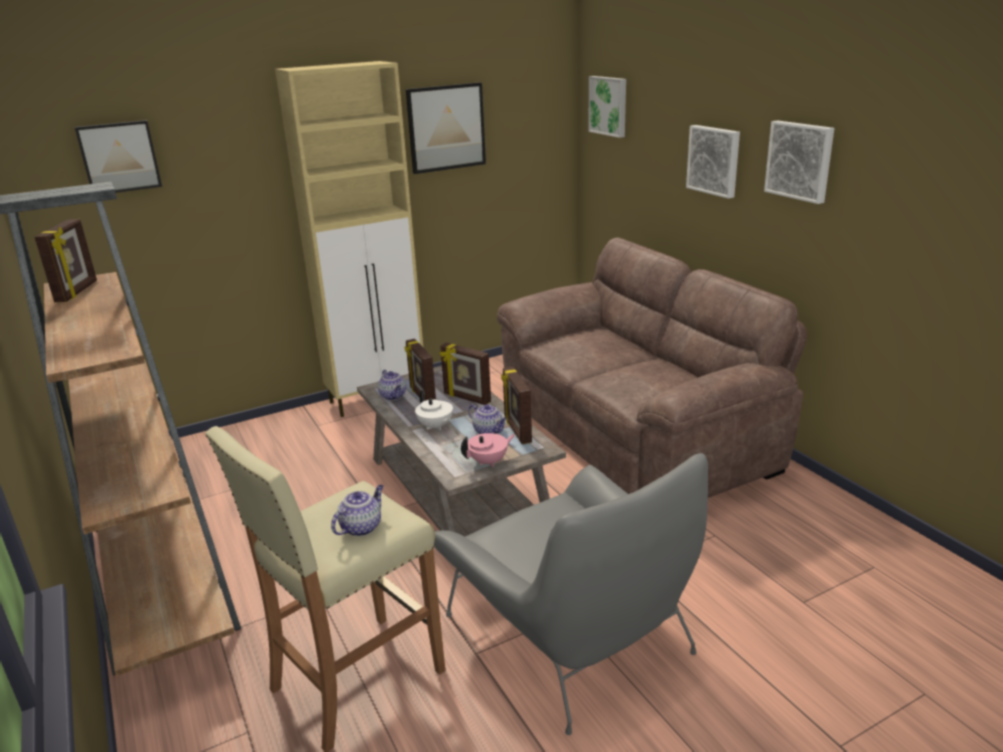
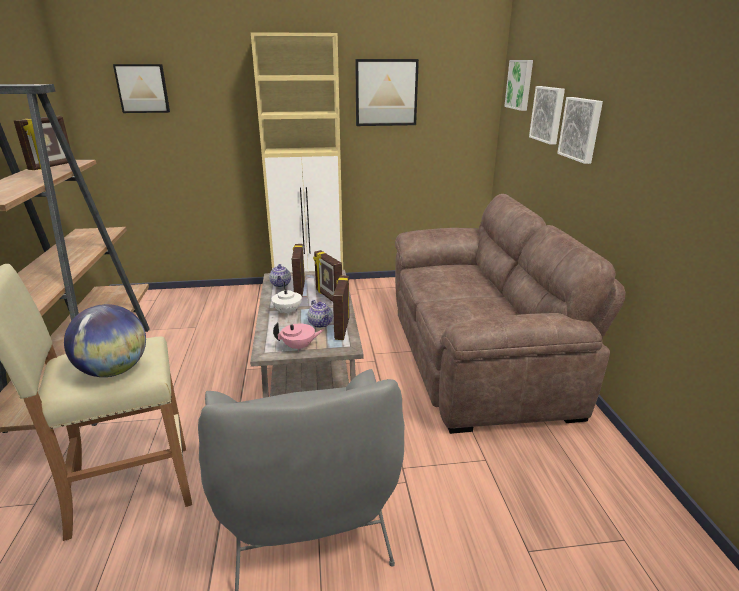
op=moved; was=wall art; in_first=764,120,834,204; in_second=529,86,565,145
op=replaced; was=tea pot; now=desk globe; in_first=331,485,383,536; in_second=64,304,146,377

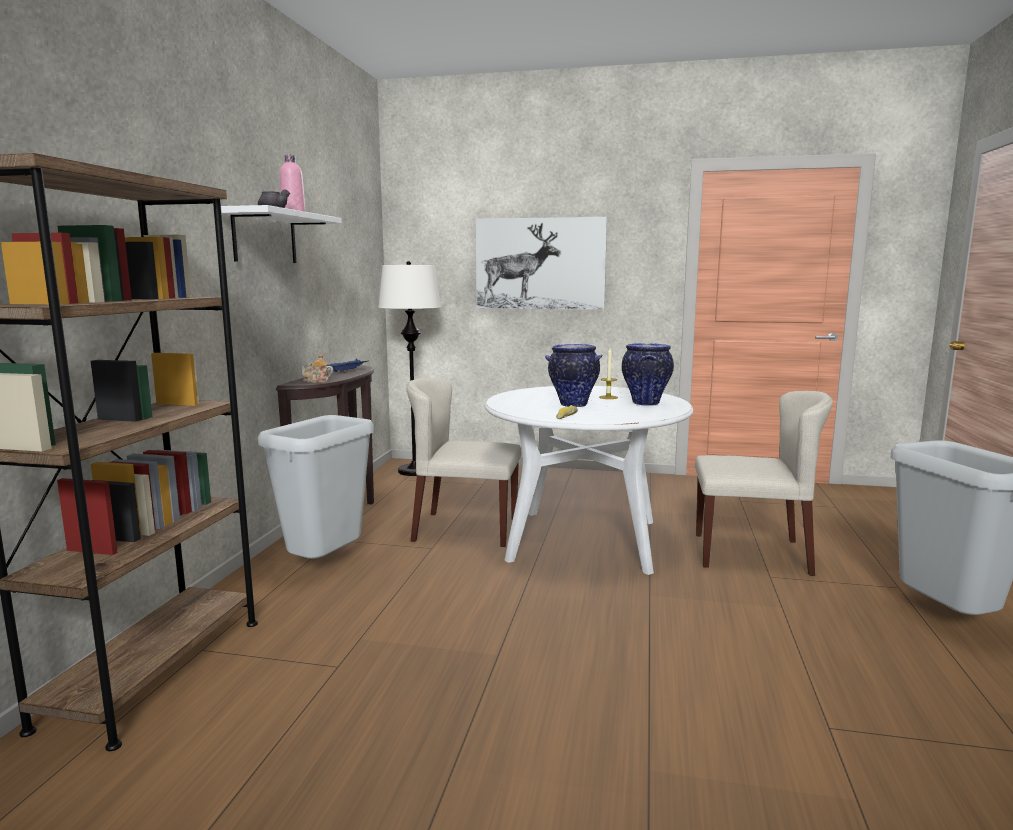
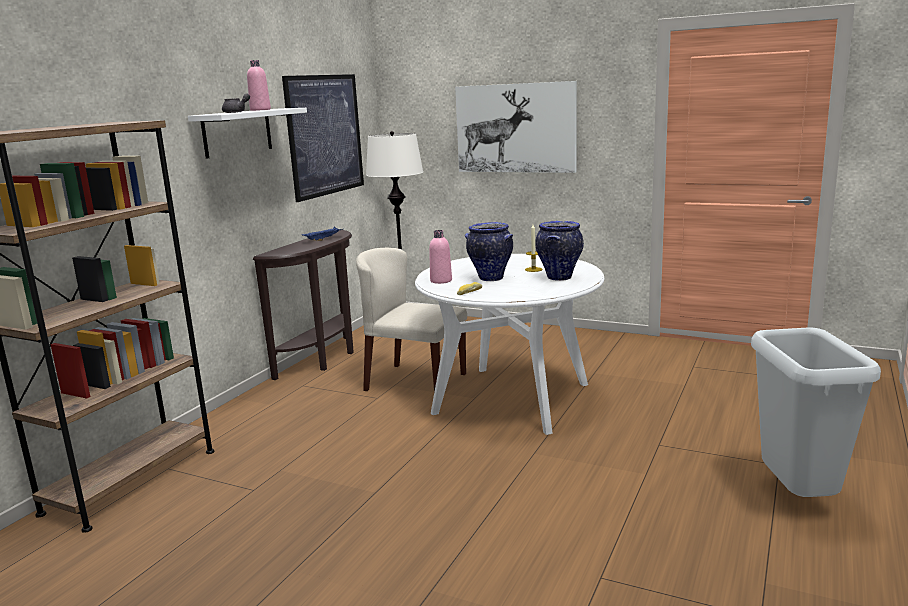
op=removed; was=waste bin (gray); in_first=258,415,374,559
op=removed; was=tea pot; in_first=300,354,334,383
op=removed; was=chair (sand-coloured); in_first=695,391,833,576
op=added; now=wall art; in_second=282,74,364,202
op=added; now=beverage bottle (pink); in_second=429,230,452,284

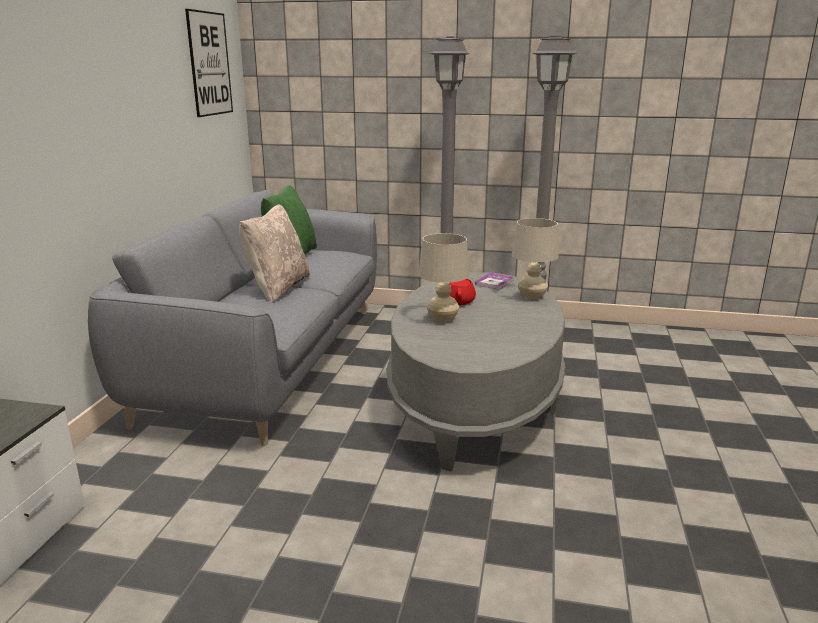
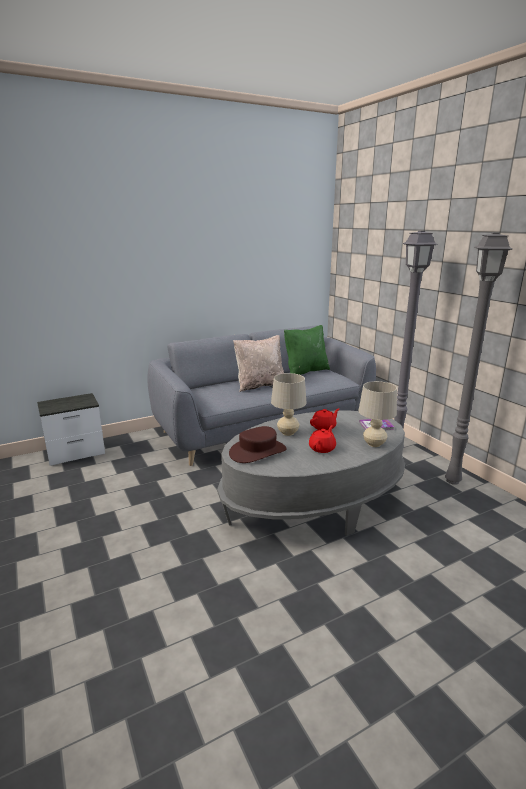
op=removed; was=wall art; in_first=185,9,233,117
op=added; now=wearable hat (brown); in_second=229,426,287,463
op=added; now=tea pot (red-coloured); in_second=309,425,336,453

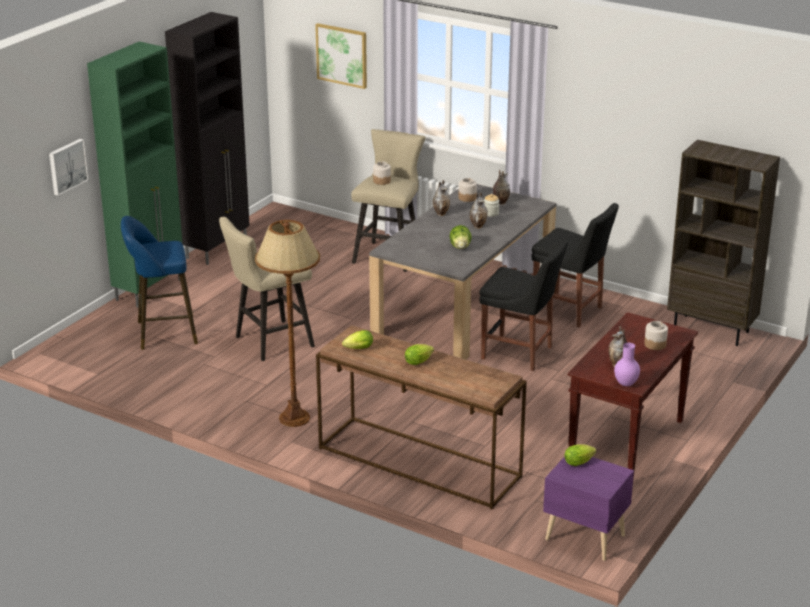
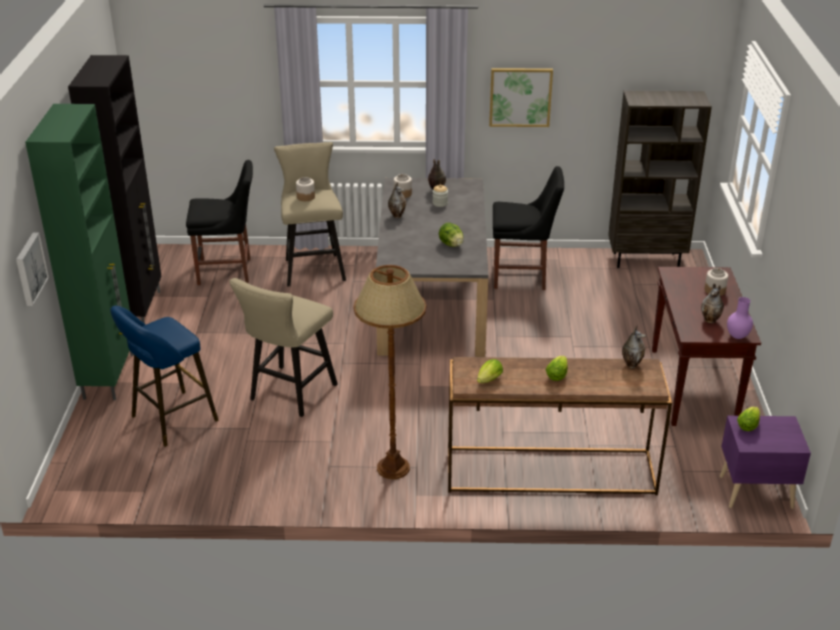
op=moved; was=wall art; in_first=315,23,367,89; in_second=489,68,553,127
op=moved; was=flower vase; in_first=470,193,488,229; in_second=622,325,646,368
op=moved; was=chair (blackish); in_first=479,239,568,371; in_second=186,160,253,285

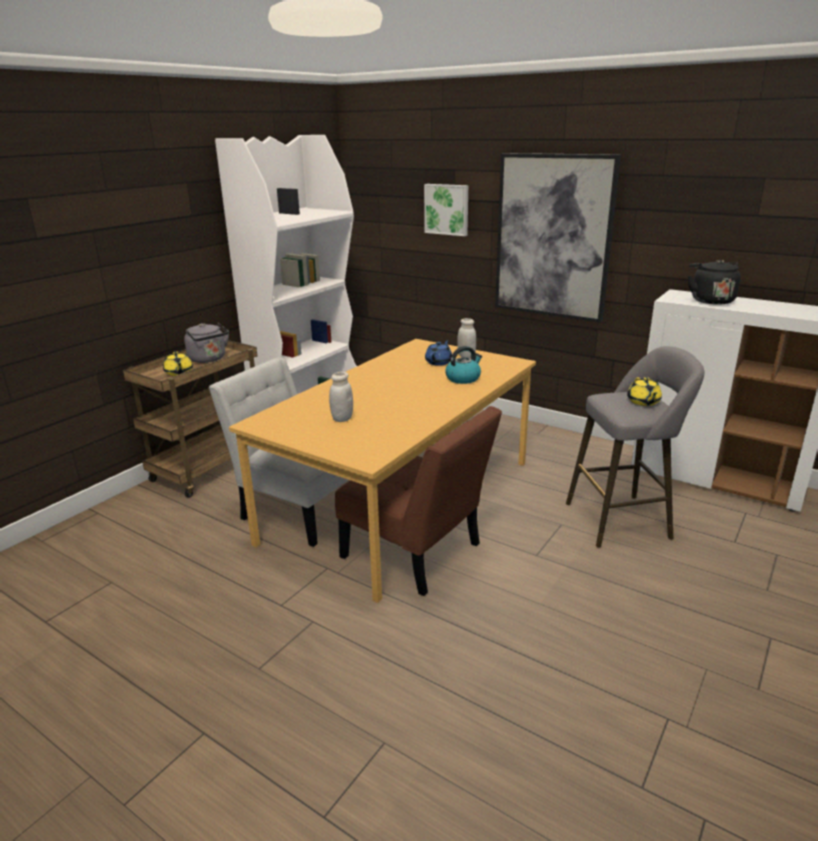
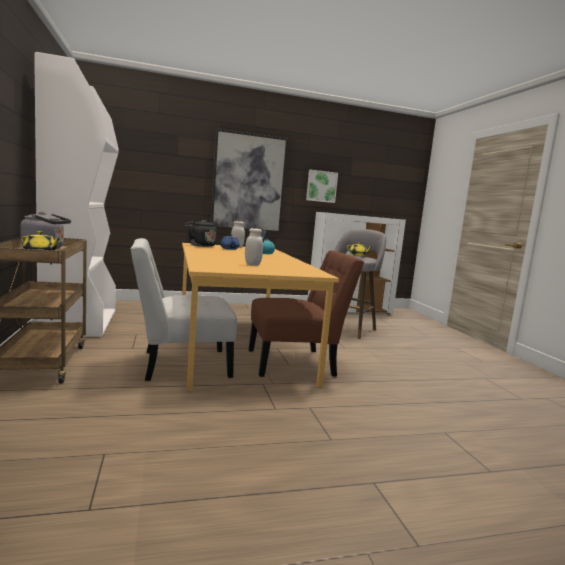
op=moved; was=wall art; in_first=424,184,468,236; in_second=306,170,338,203
op=moved; was=tea kettle (blackish); in_first=688,260,741,305; in_second=185,220,217,247

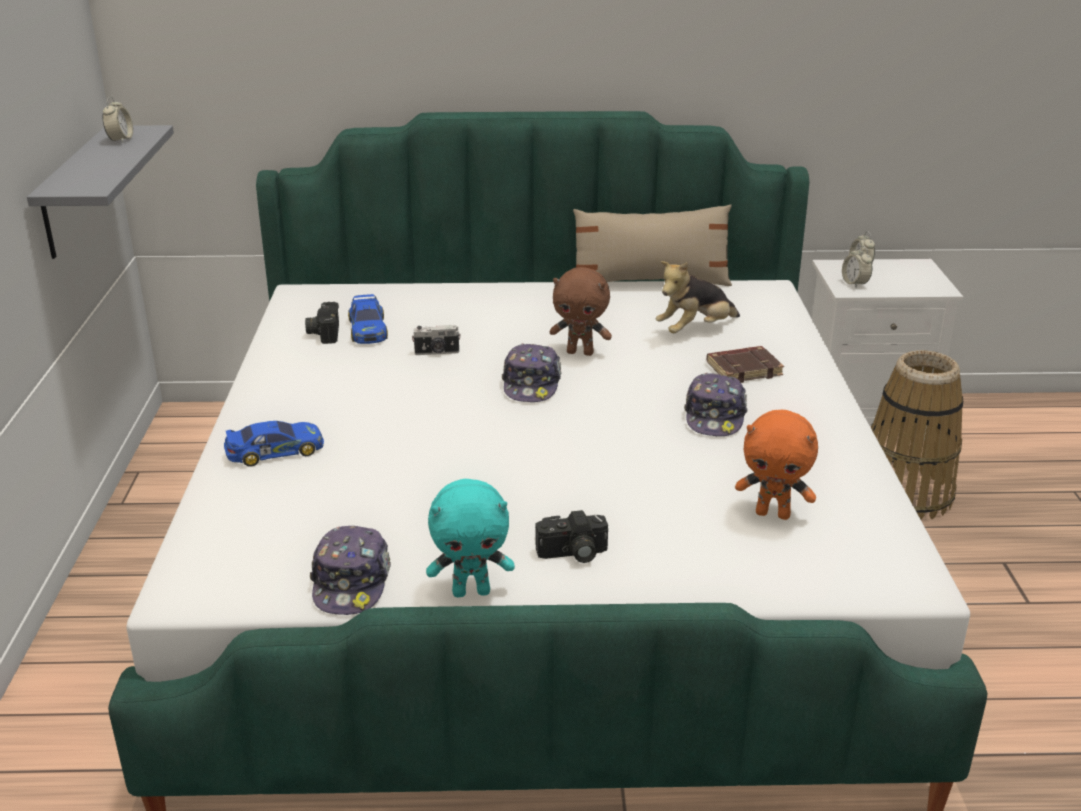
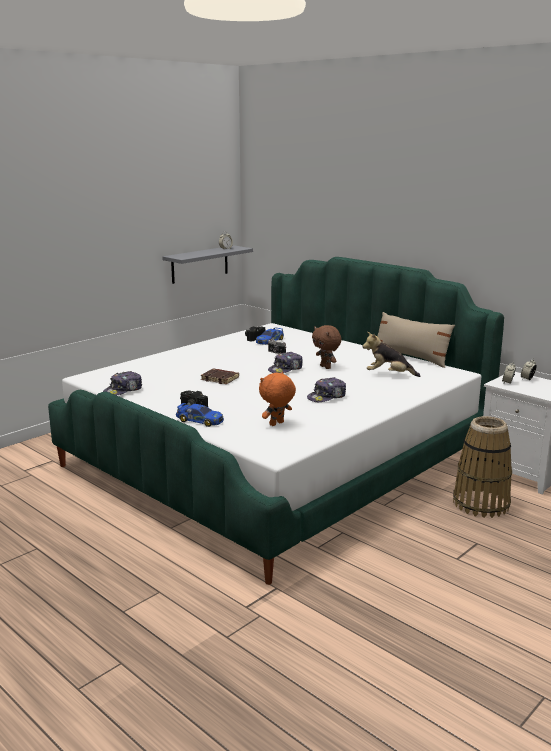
op=removed; was=soft toy (turquoise-coloured); in_first=426,479,515,598
op=moved; was=toy car; in_first=224,421,324,467; in_second=176,403,224,427
op=moved; was=bound book (brown); in_first=707,346,784,383; in_second=201,369,239,384
op=turned; was=soft toy (orange-coloured); in_first=735,410,818,520; in_second=259,372,296,426; clockwise=75

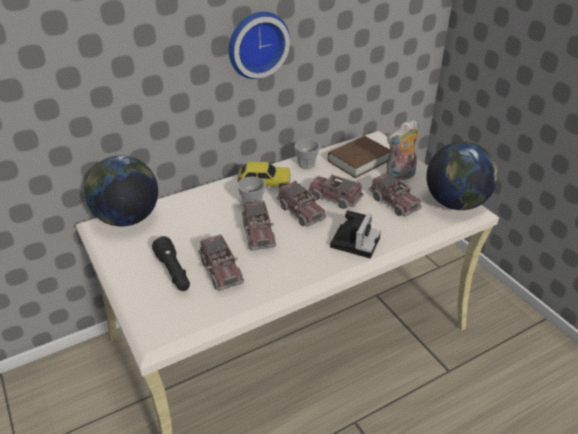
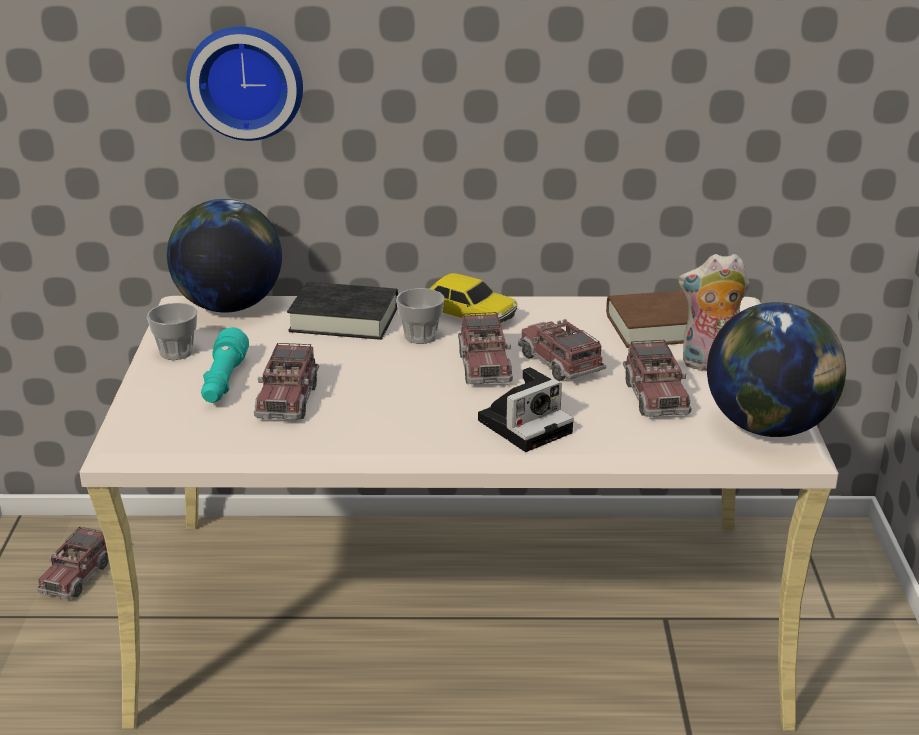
op=added; now=bound book (blackish); in_second=287,282,398,340
op=moved; was=clock on the wall; in_first=229,12,290,79; in_second=186,26,303,141
op=moved; was=toy lorry; in_first=242,201,276,251; in_second=37,527,108,599
op=moved; was=cup; in_first=295,139,320,169; in_second=147,303,197,360
op=recoloured; was=torch (blackish); now=torch (turquoise-coloured); in_first=152,236,190,291; in_second=201,327,249,403

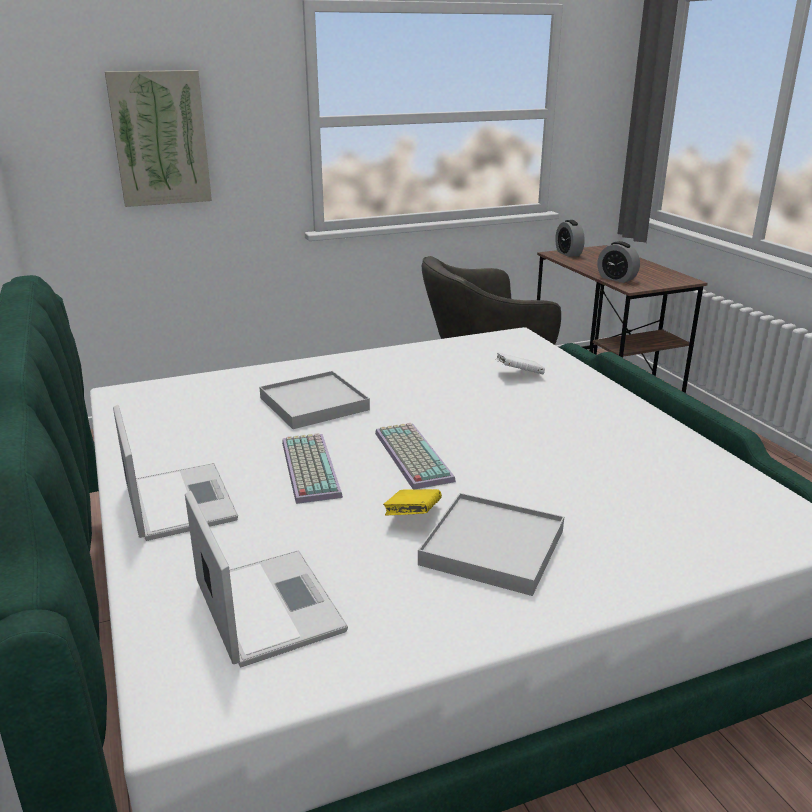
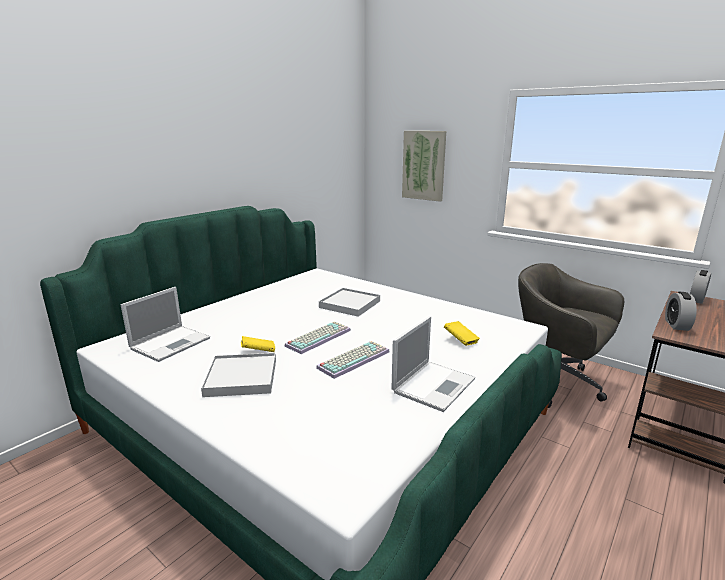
op=moved; was=laptop; in_first=113,405,238,541; in_second=391,316,475,412
op=moved; was=PC keyboard; in_first=282,433,343,504; in_second=316,341,390,379
op=recoloured; was=bound book (white); now=bound book (yellow); in_first=495,352,545,374; in_second=444,321,480,346

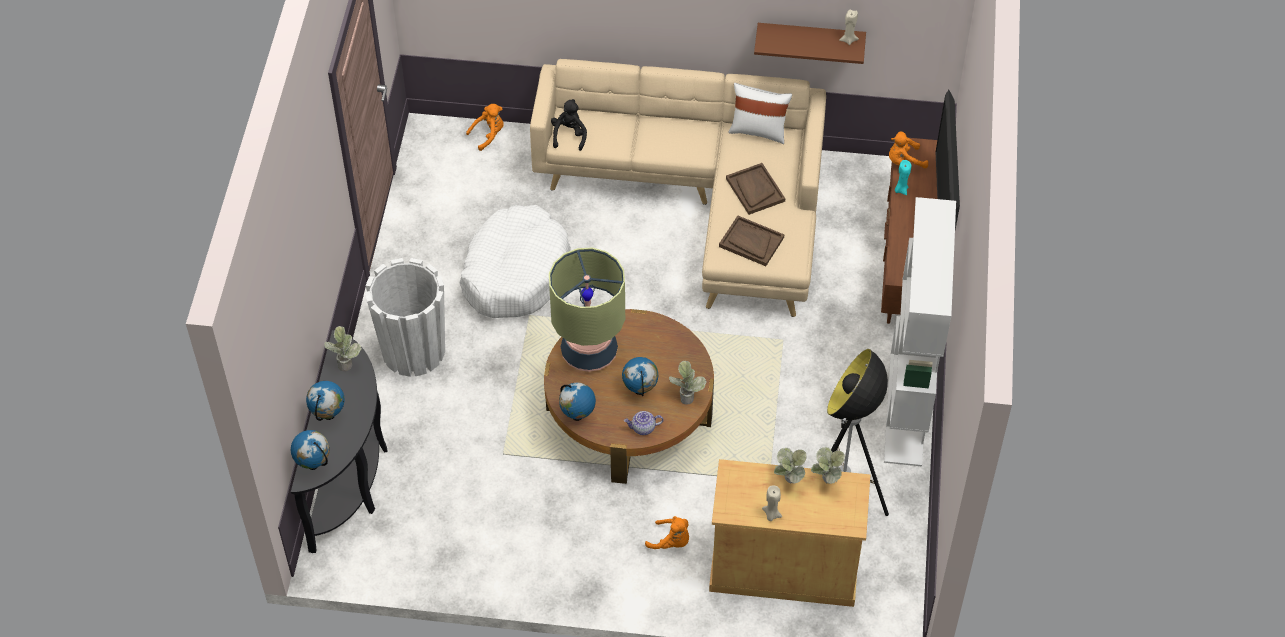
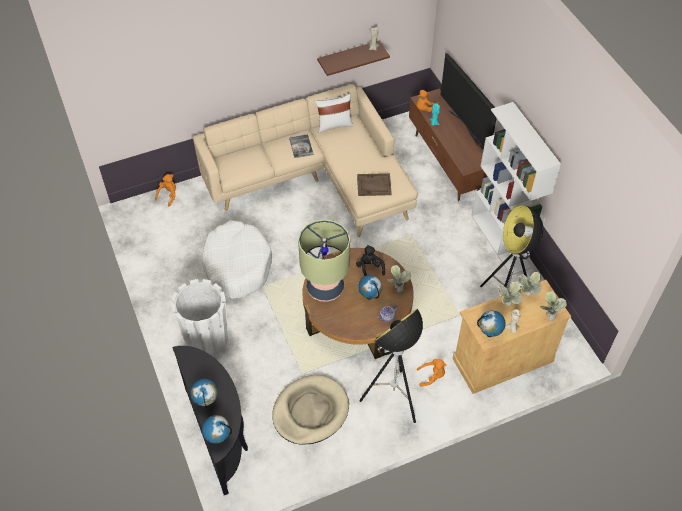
op=removed; was=serving tray (brown); in_first=726,163,785,215
op=added; now=dog bed (sand-coloured); in_second=272,375,349,445
op=added; now=bound book; in_second=289,135,314,158
op=added; now=standard lamp; in_second=359,309,423,423
op=moved; was=potted plant; in_first=324,326,362,371; in_second=540,291,567,321
op=moved; was=soft toy (blackish); in_first=551,99,587,151; in_second=356,245,385,276
op=moved; was=desk globe; in_first=559,382,596,421; in_second=477,310,506,337

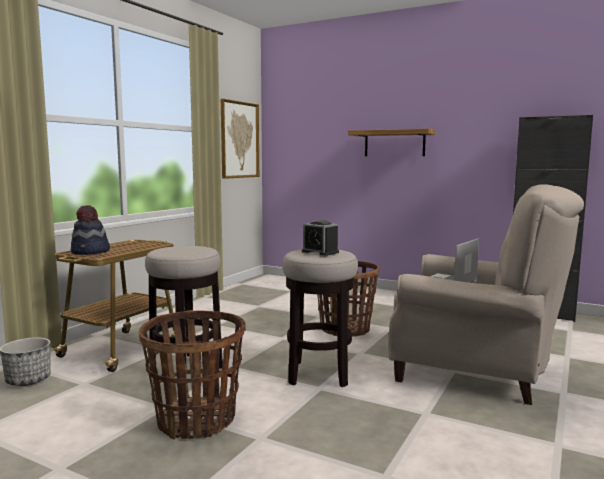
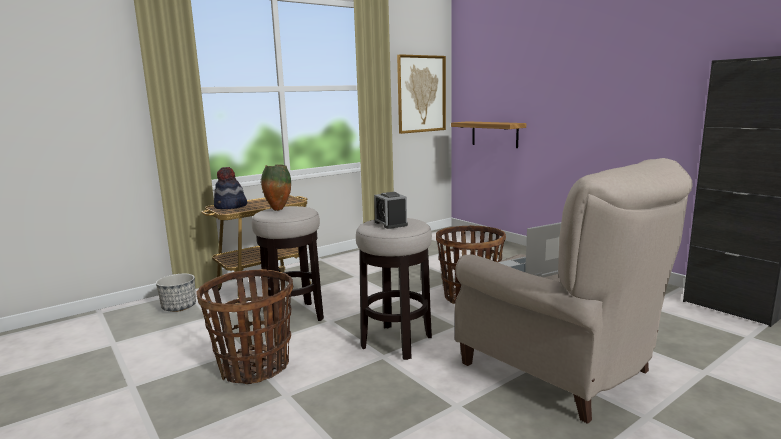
op=added; now=flower vase; in_second=261,164,291,211
op=moved; was=wall shelf; in_first=348,129,435,156; in_second=451,121,526,148

